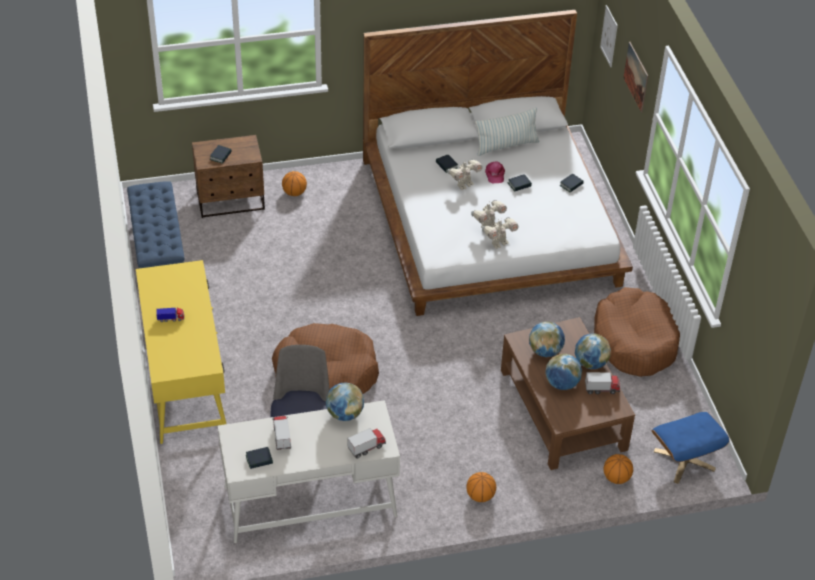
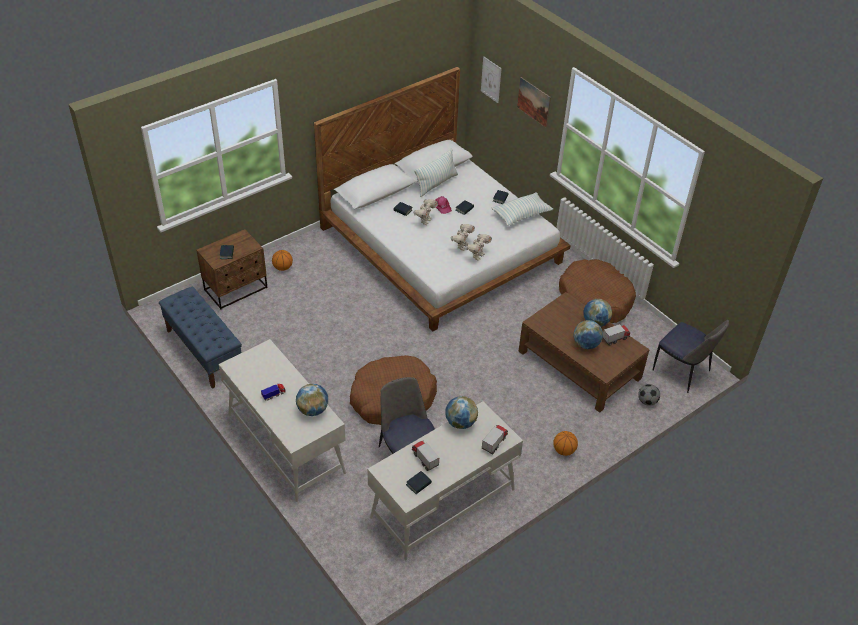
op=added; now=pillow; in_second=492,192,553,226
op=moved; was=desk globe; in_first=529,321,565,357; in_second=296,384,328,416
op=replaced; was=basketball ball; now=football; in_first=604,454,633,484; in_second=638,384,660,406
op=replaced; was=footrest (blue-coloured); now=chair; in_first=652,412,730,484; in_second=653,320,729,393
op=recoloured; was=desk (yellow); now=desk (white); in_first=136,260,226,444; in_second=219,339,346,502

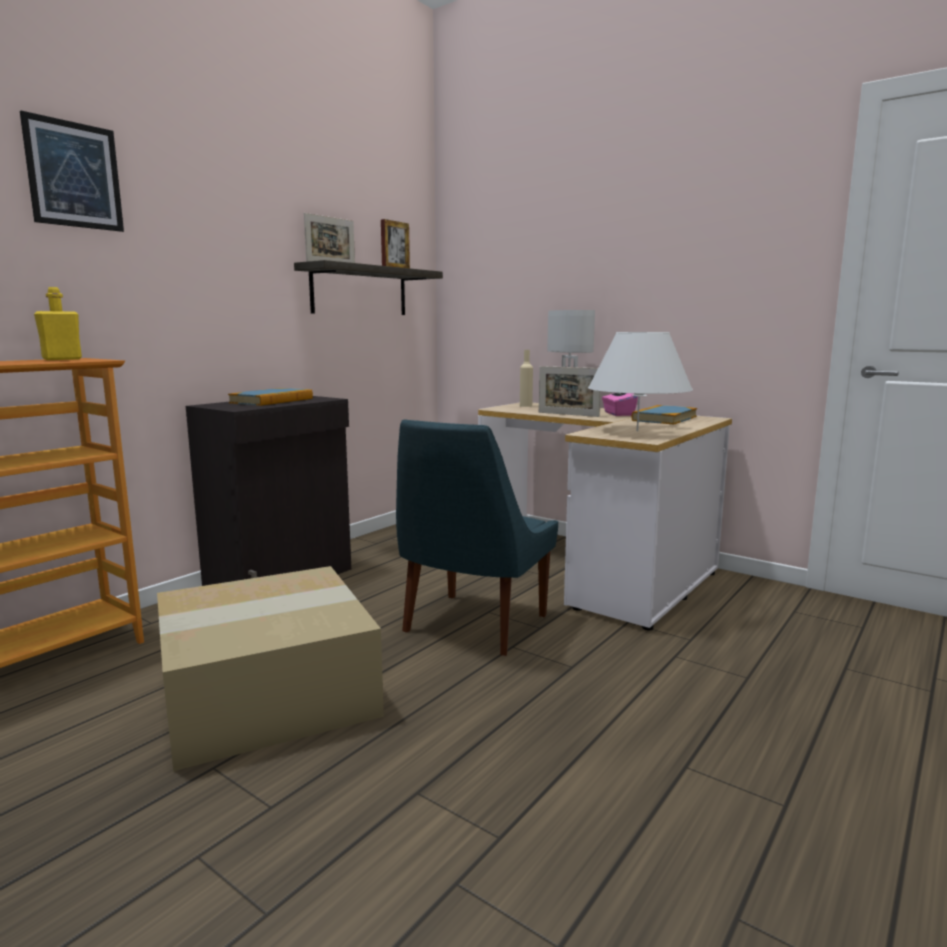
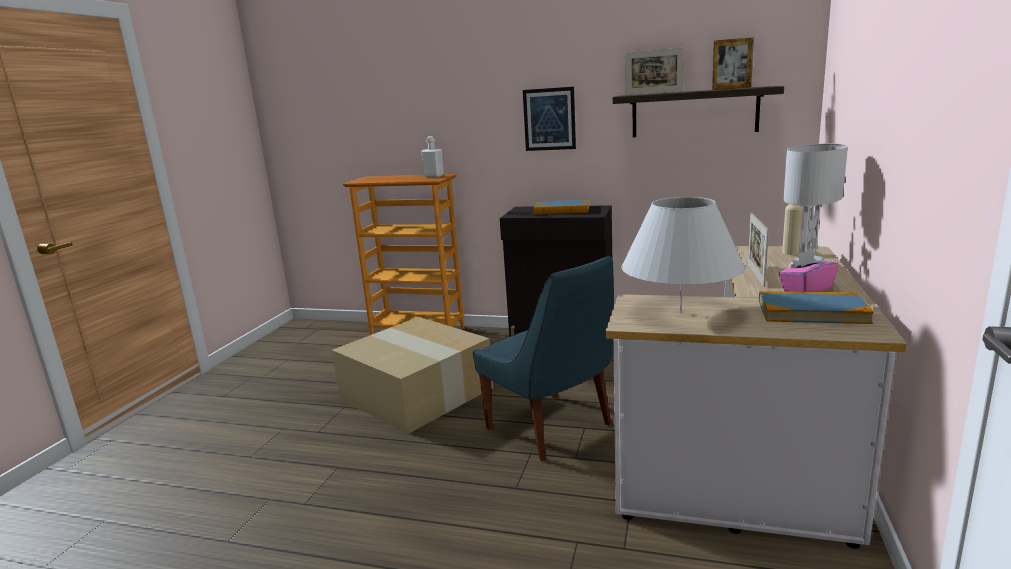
op=moved; was=wall art; in_first=20,111,124,232; in_second=523,87,576,151
op=recoloured; was=beverage bottle (yellow); now=beverage bottle (white); in_first=34,287,82,360; in_second=422,136,444,177
op=turned; was=chair (blue-coloured); in_first=396,419,558,656; in_second=473,256,614,461; clockwise=-135

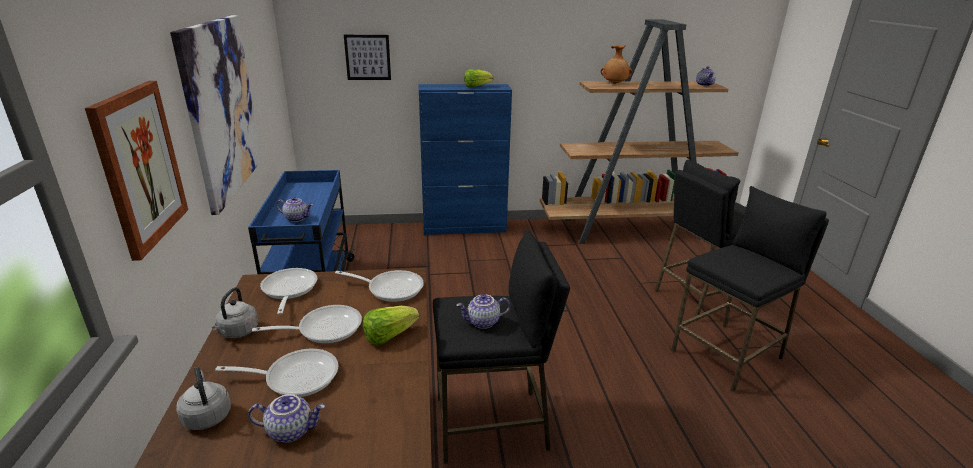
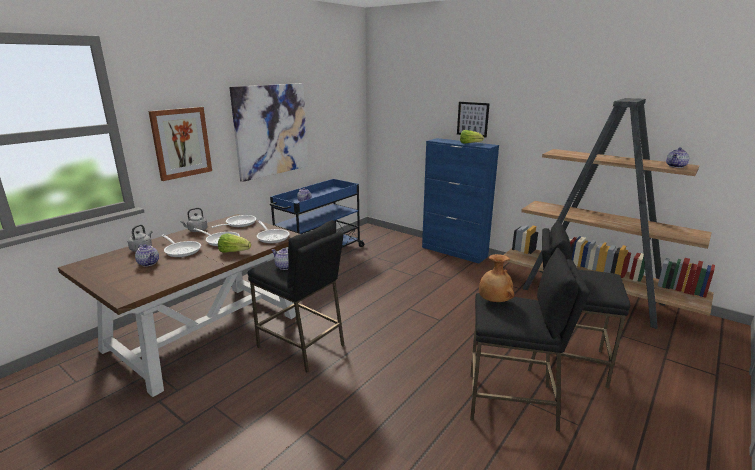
op=moved; was=wall art; in_first=344,35,391,80; in_second=457,102,490,137
op=moved; was=flower vase (brown); in_first=601,45,632,84; in_second=479,254,514,302

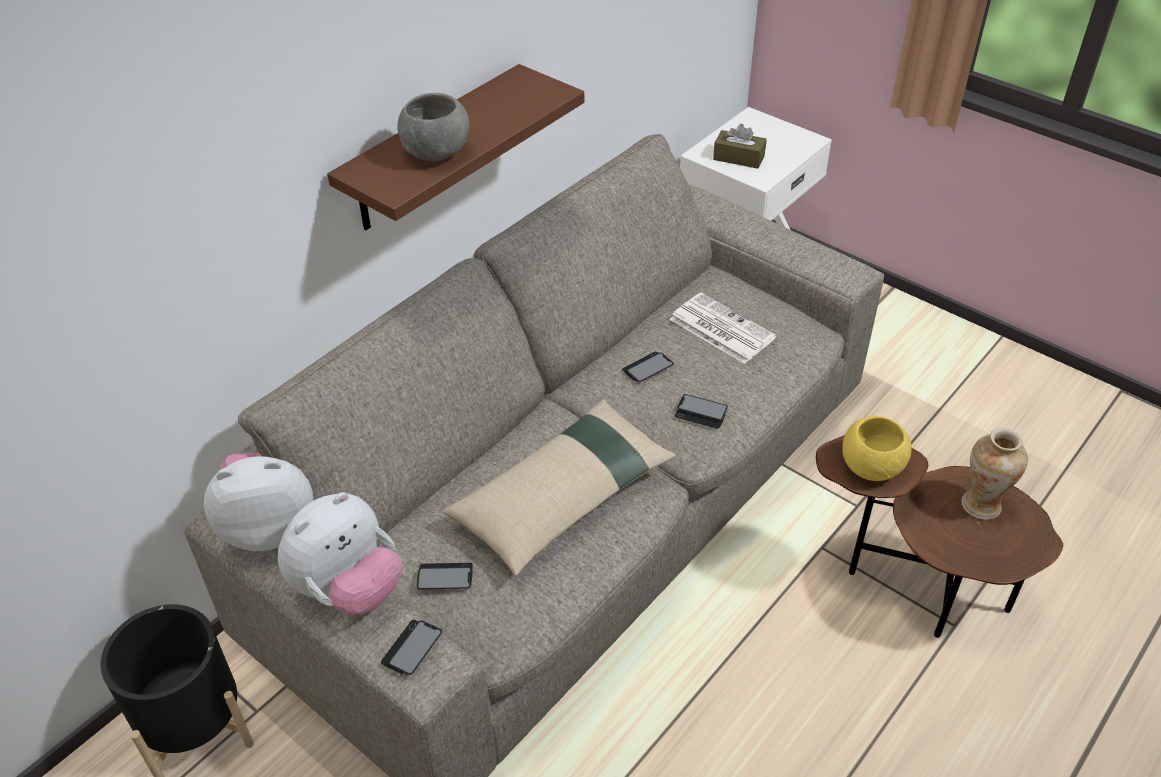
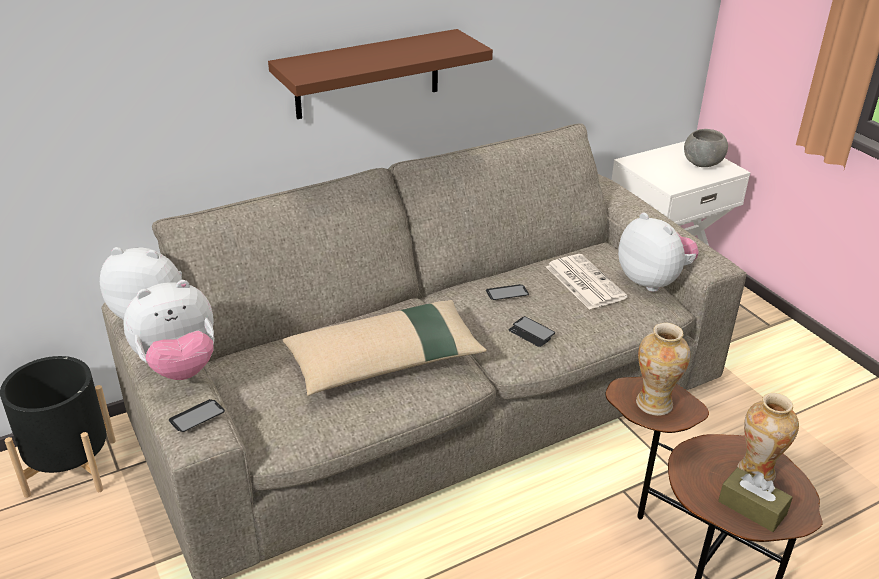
op=removed; was=phone; in_first=417,563,473,589
op=added; now=soft toy; in_second=618,213,699,292
op=moved; was=serving bowl (gray); in_first=397,93,469,161; in_second=684,129,728,167
op=moved; was=tissue holder (brown); in_first=713,124,767,169; in_second=718,467,793,532
op=replaced; was=serving bowl (yellow); now=flower vase; in_first=842,416,912,481; in_second=636,323,690,416

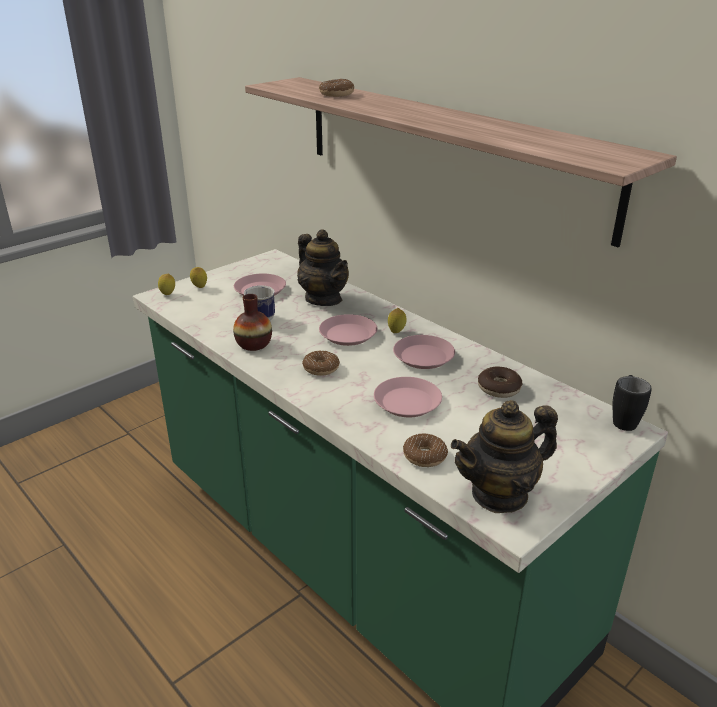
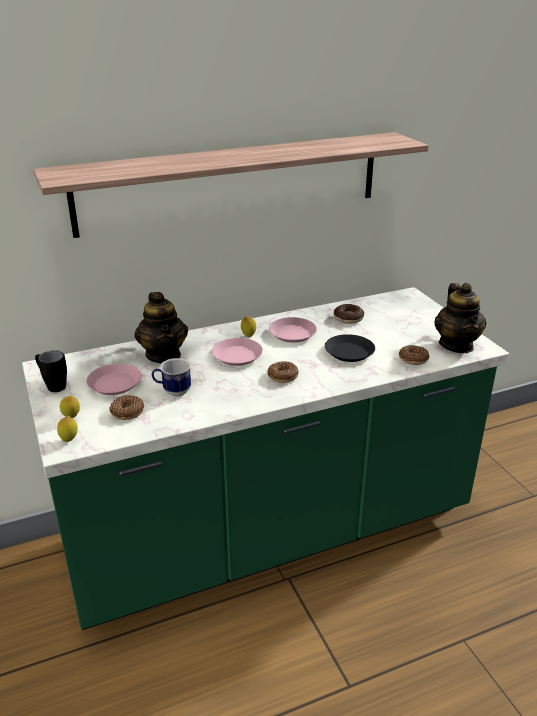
op=removed; was=flower vase; in_first=233,294,272,351
op=moved; was=doughnut; in_first=319,79,354,97; in_second=109,395,144,420
op=moved; was=tea mug (blackish); in_first=613,375,652,431; in_second=35,350,67,392
op=recoloured; was=dinner plate (pink); now=dinner plate (blackish); in_first=374,377,442,417; in_second=325,334,375,362
op=turned; was=tea pot; in_first=297,229,349,306; in_second=134,292,188,364; clockwise=90

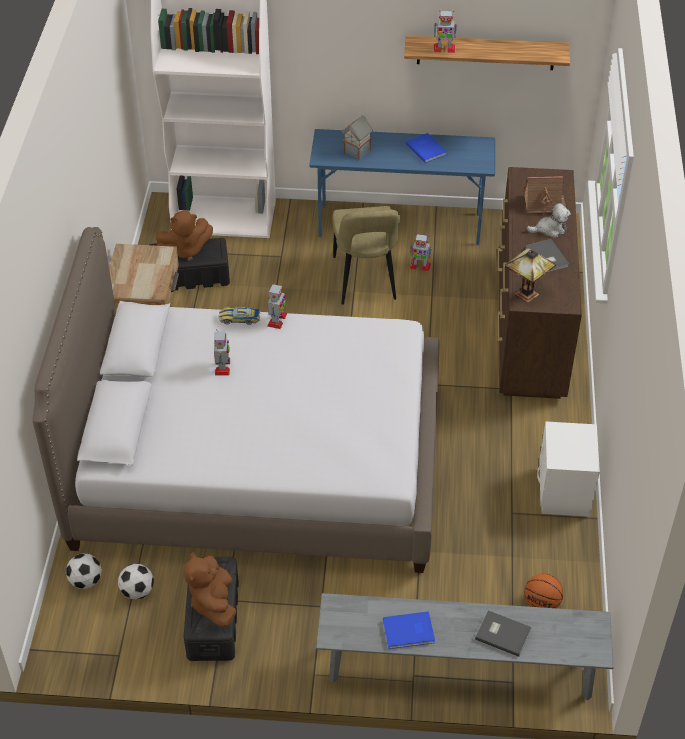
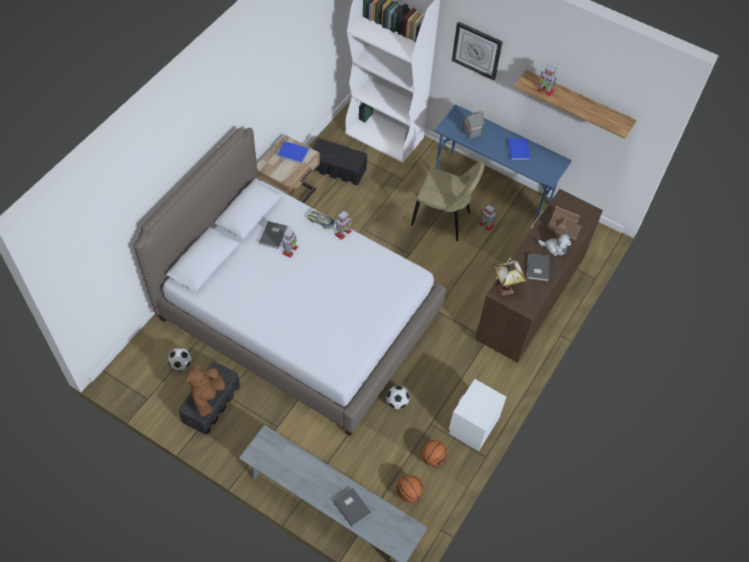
op=removed; was=soft toy (brown); in_first=156,210,213,261
op=added; now=bound book (gray); in_second=259,221,288,249
op=added; now=basketball ball; in_second=421,440,447,466
op=added; now=clock on the wall; in_second=452,22,503,80
op=moved; was=football; in_first=66,553,102,589; in_second=386,386,410,409
op=moved; was=bound book (blue-coloured); in_first=383,611,435,649; in_second=277,141,309,164
op=turned; was=chair (sand-coloured); in_first=333,206,400,305; in_second=411,162,485,241; clockwise=-90

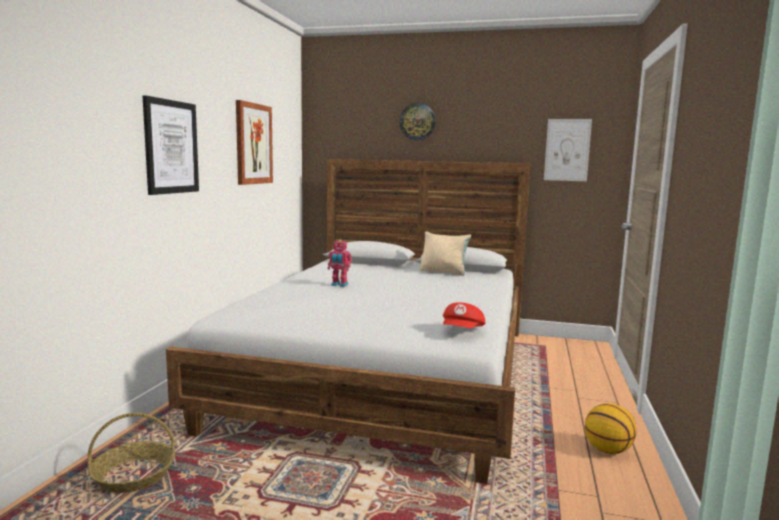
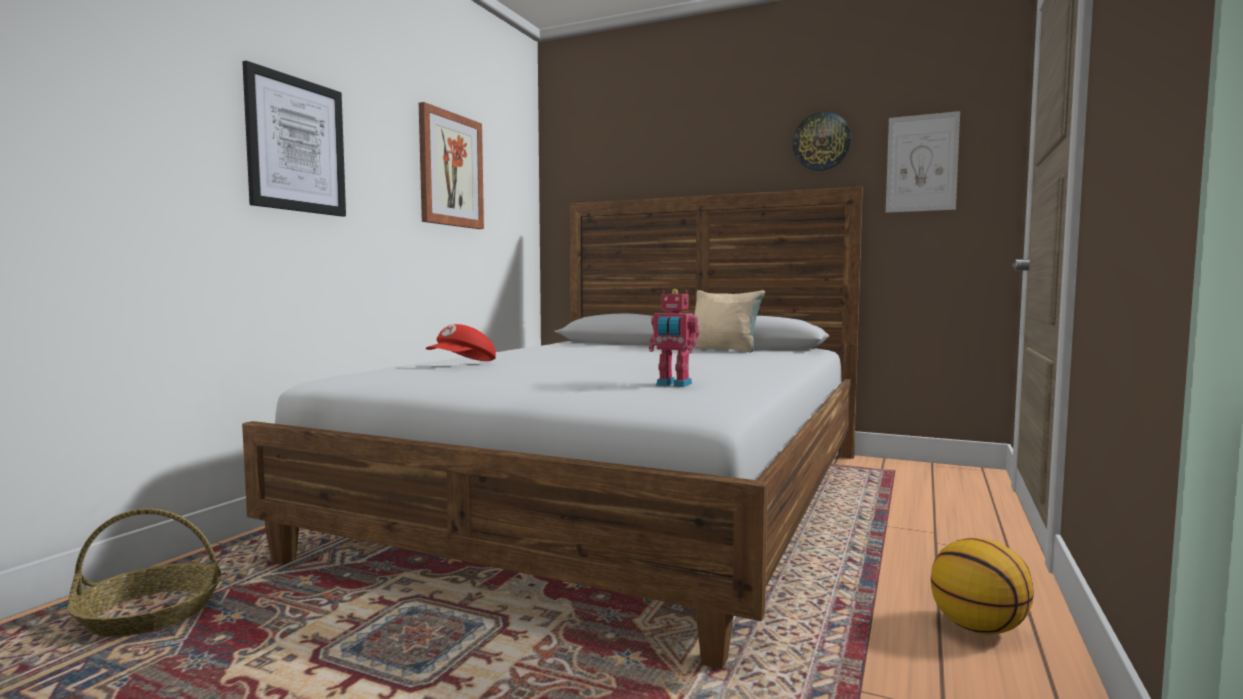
op=moved; was=robot figure; in_first=328,240,352,287; in_second=649,289,700,387
op=moved; was=clock on the wall; in_first=399,103,436,140; in_second=792,112,852,171
op=moved; was=peaked cap (red-coloured); in_first=443,302,485,328; in_second=426,324,496,361

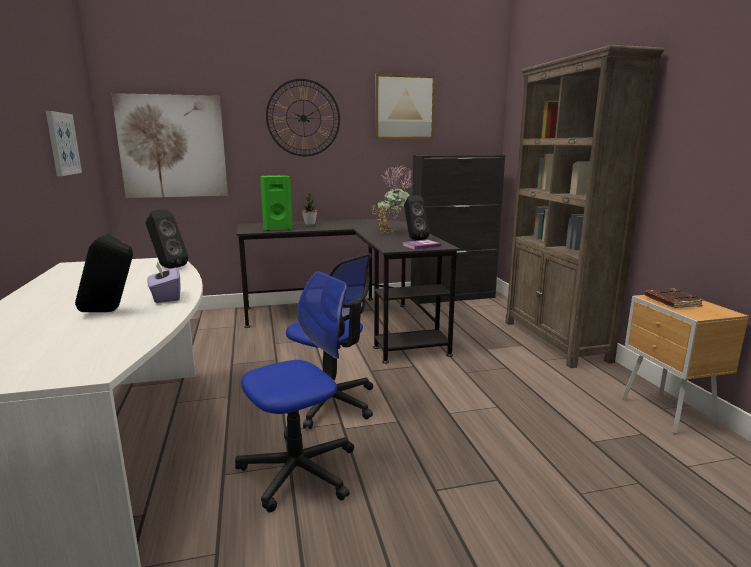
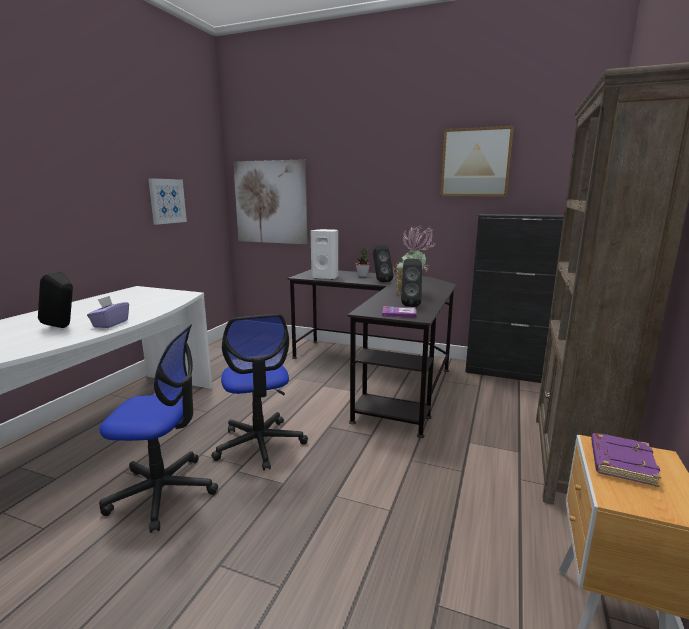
op=removed; was=clock on the wall; in_first=266,79,340,156
op=moved; was=speaker (blackish); in_first=146,209,189,268; in_second=373,245,393,282
op=recoloured; was=speaker (green); now=speaker (white); in_first=260,175,293,231; in_second=311,229,338,280
op=recoloured; was=bound book (brown); now=bound book (purple); in_first=645,288,704,308; in_second=591,433,661,487

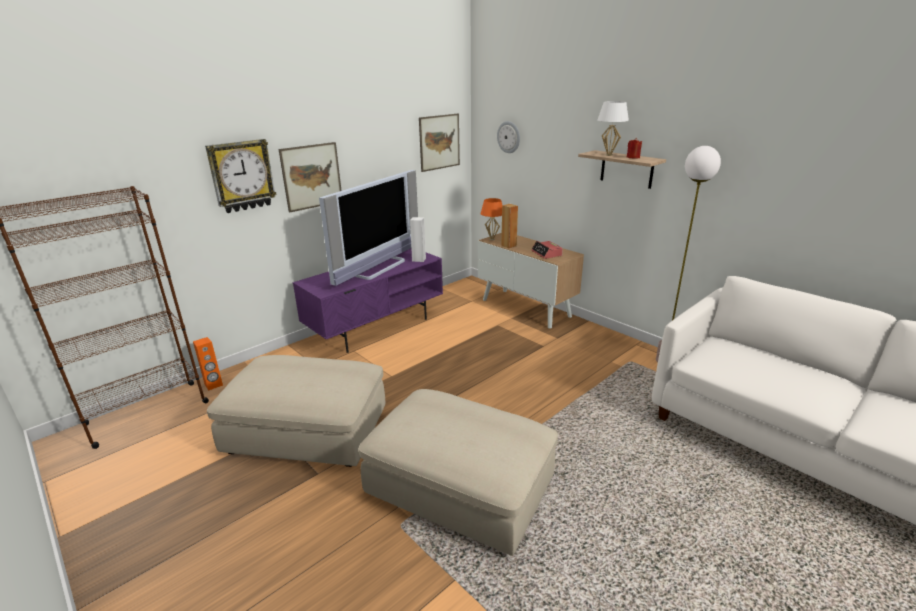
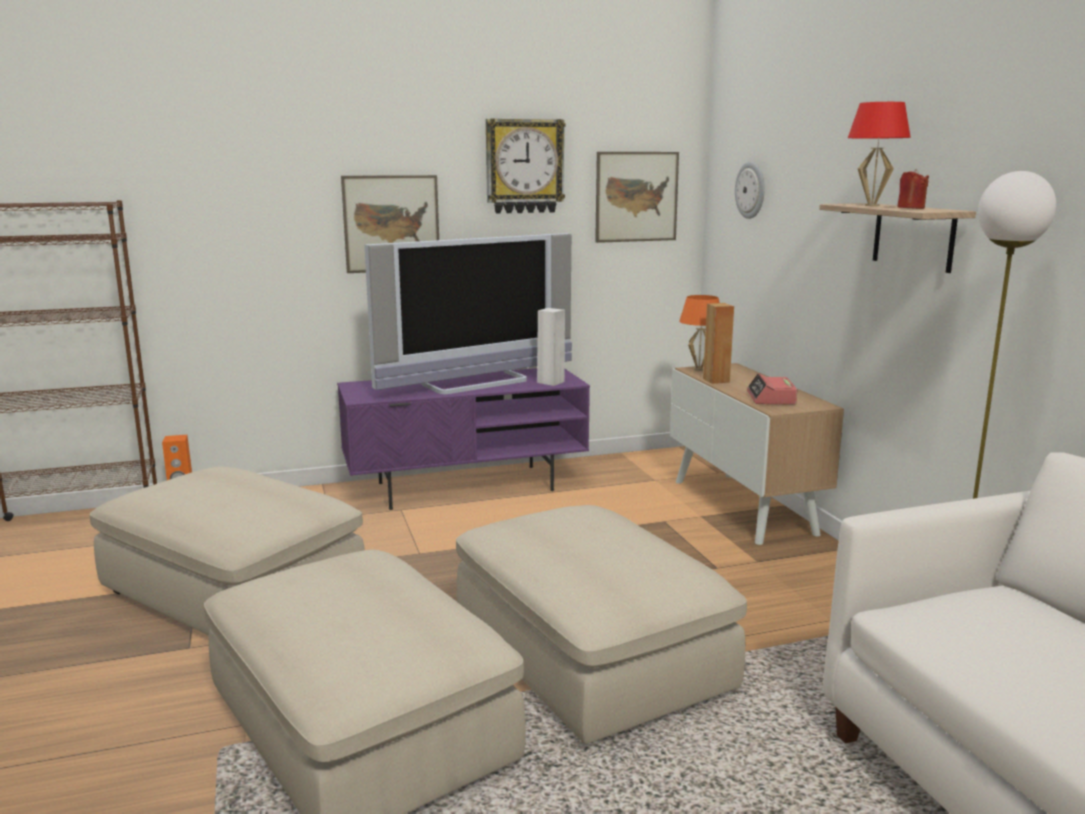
op=added; now=footrest (sand-coloured); in_second=456,505,747,744
op=moved; was=clock on the wall; in_first=205,139,277,213; in_second=486,118,566,214
op=recoloured; was=tabletop lamp (white); now=tabletop lamp (red-coloured); in_first=598,101,629,156; in_second=848,102,911,206

